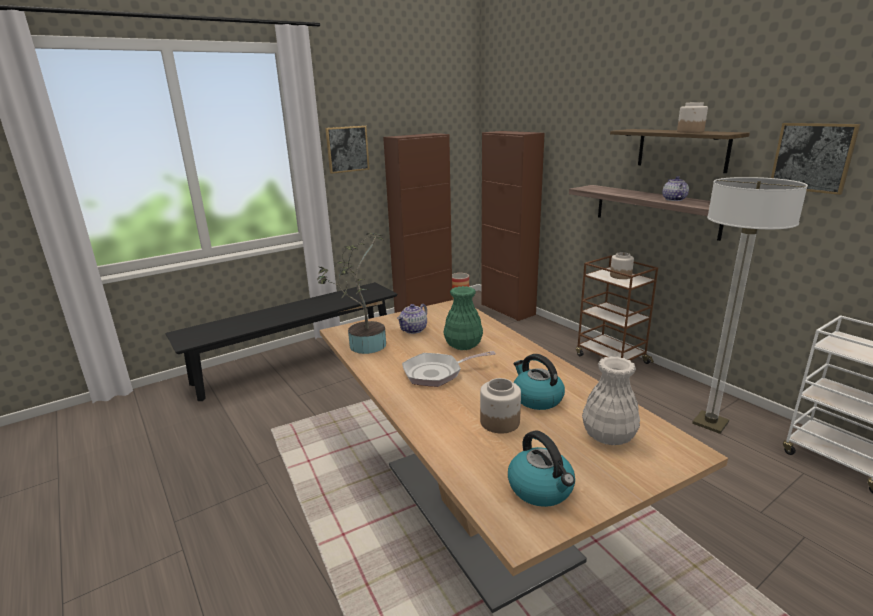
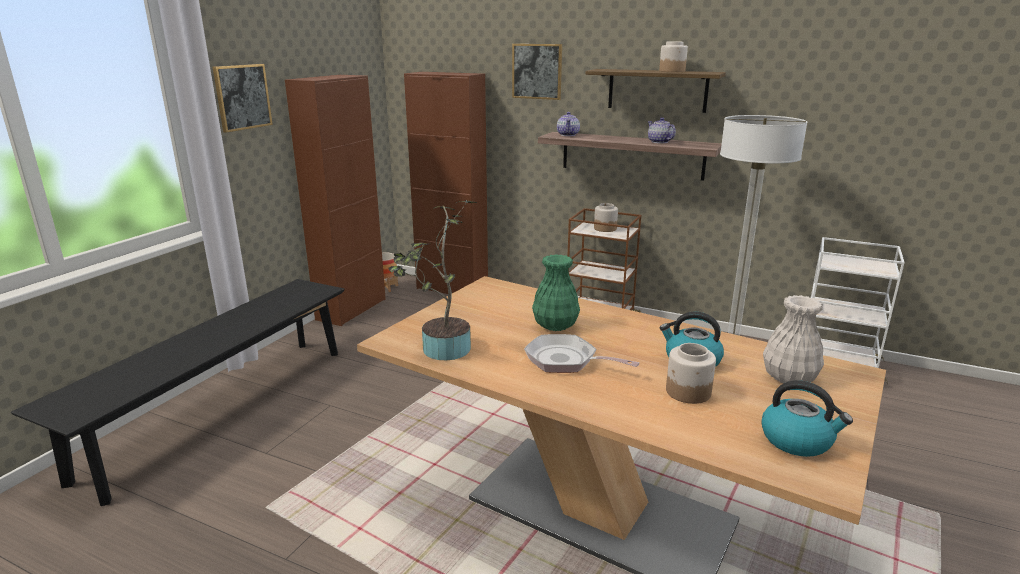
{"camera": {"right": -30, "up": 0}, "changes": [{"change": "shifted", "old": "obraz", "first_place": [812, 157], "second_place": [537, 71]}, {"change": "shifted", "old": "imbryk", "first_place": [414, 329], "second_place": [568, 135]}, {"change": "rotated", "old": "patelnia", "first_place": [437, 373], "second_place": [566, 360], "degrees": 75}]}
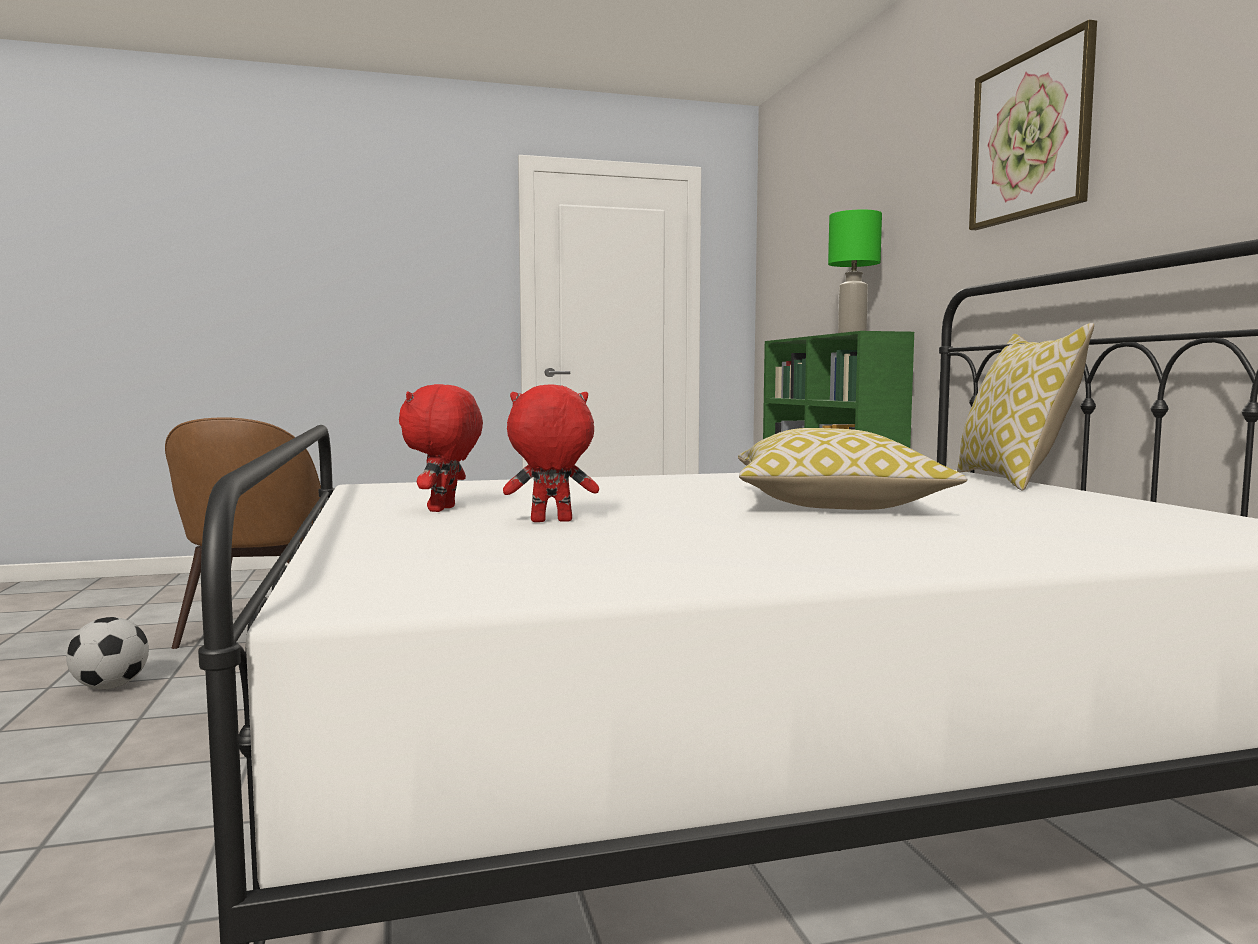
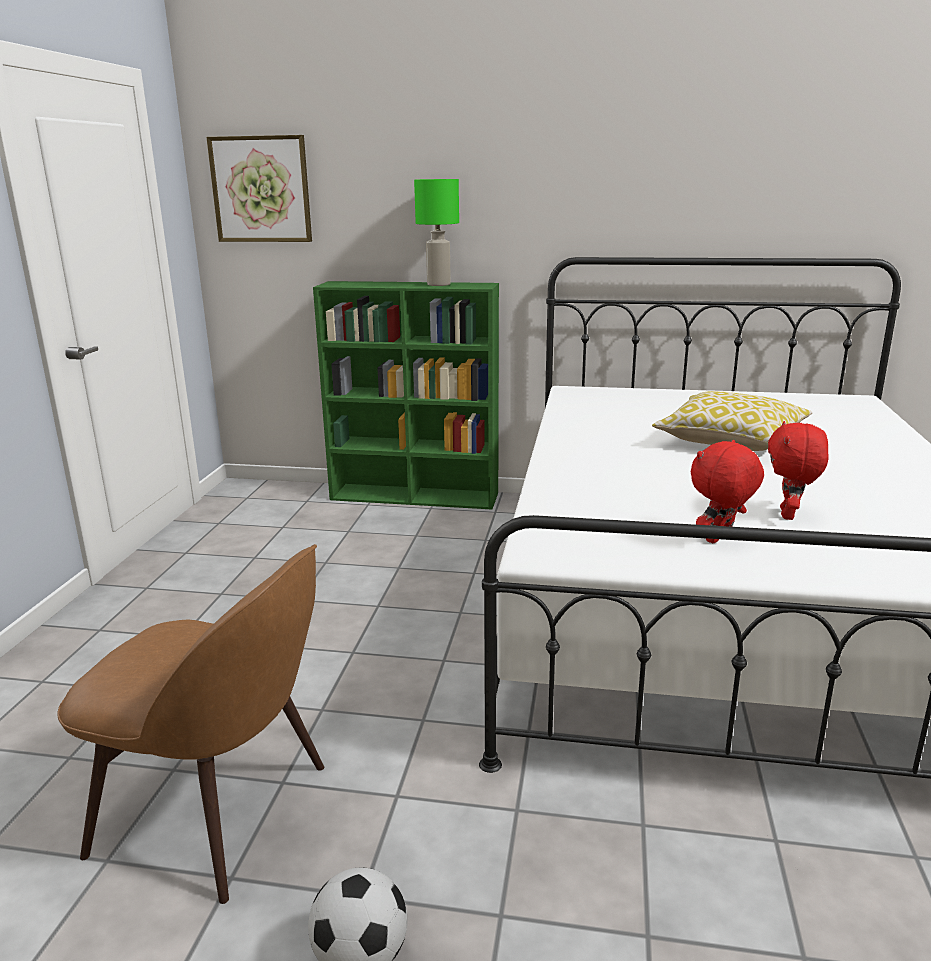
{"camera": {"right": -65, "up": 15}, "changes": [{"change": "shifted", "old": "obraz", "first_place": [1030, 135], "second_place": [261, 189]}, {"change": "gone", "old": "poduszka", "first_place": [1013, 480]}, {"change": "rotated", "old": "pluszak [czerwony]", "first_place": [444, 509], "second_place": [719, 539], "degrees": 105}]}
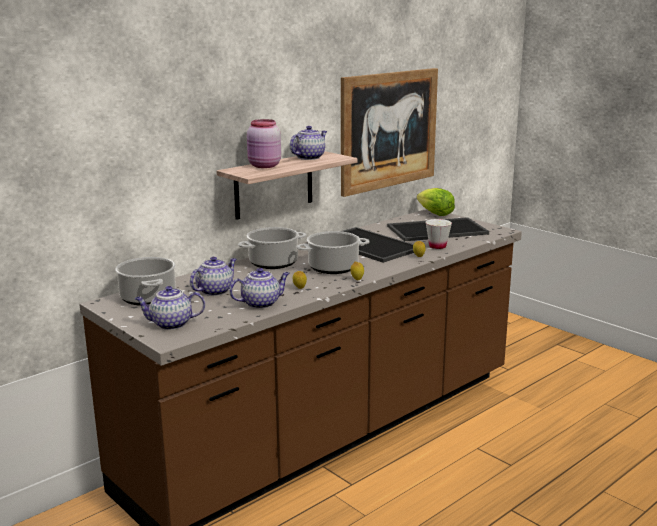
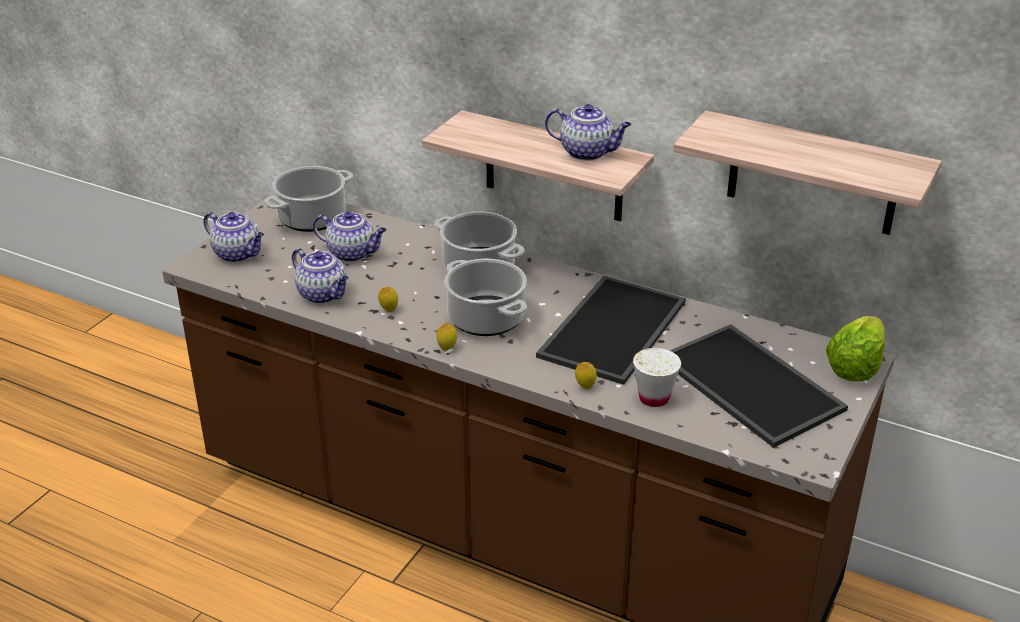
{"camera": {"right": 70, "up": 15}, "changes": [{"change": "swapped", "old": "obraz", "new": "półka", "first_place": [389, 130], "second_place": [812, 174]}, {"change": "gone", "old": "słoik [różowy]", "first_place": [264, 166]}, {"change": "rotated", "old": "imbryk", "first_place": [170, 324], "second_place": [238, 254], "degrees": 150}]}
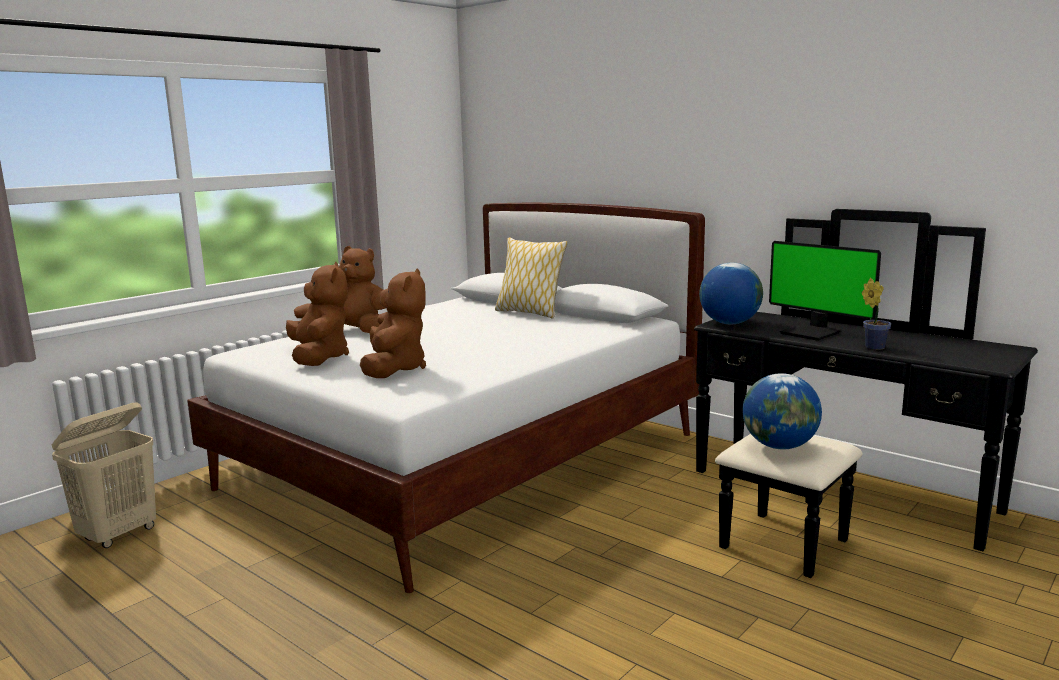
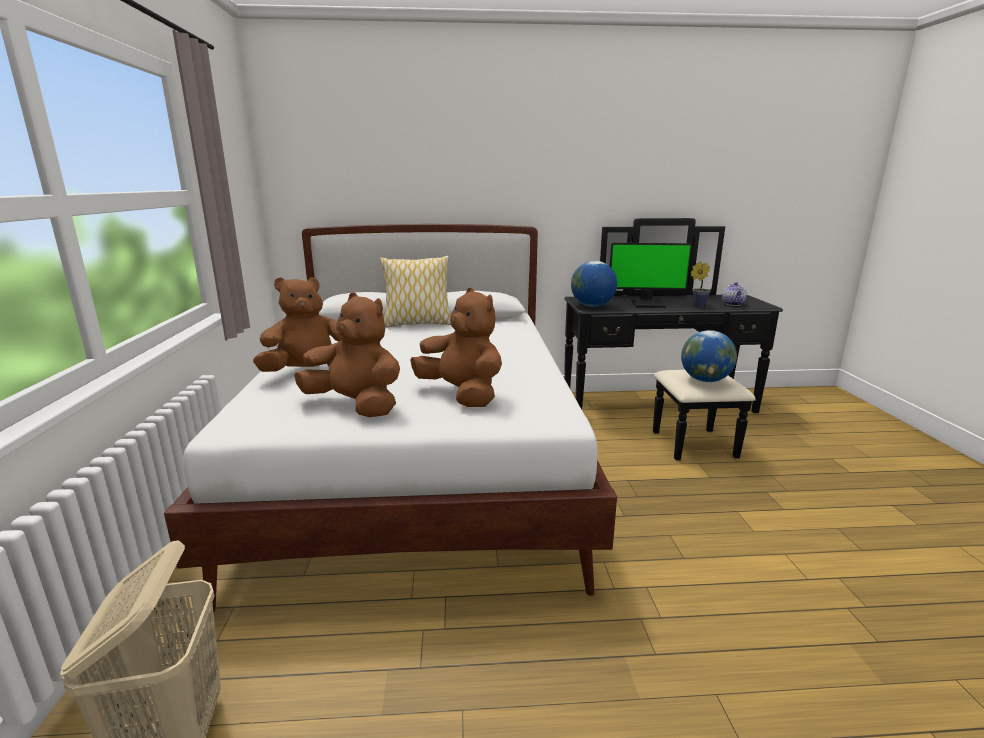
{"camera": {"right": -45, "up": 5}, "changes": [{"change": "new", "new": "imbryk", "second_place": [733, 304]}]}
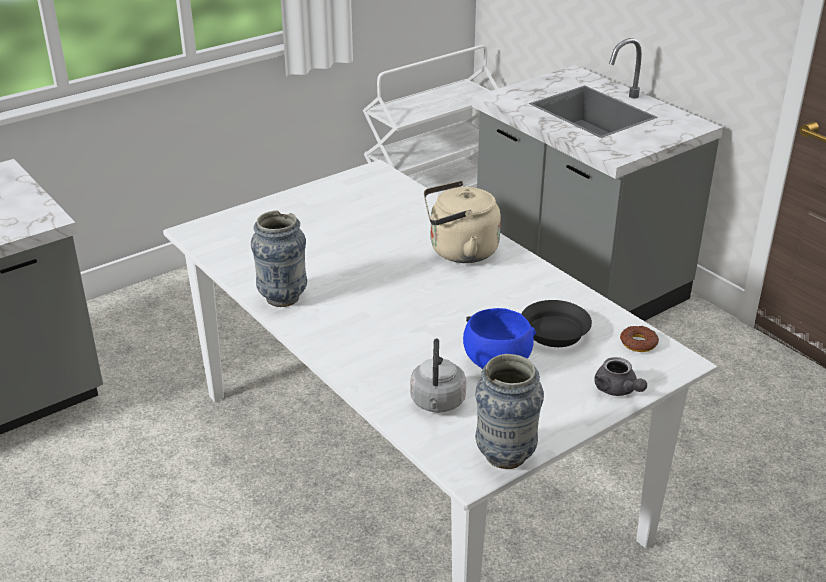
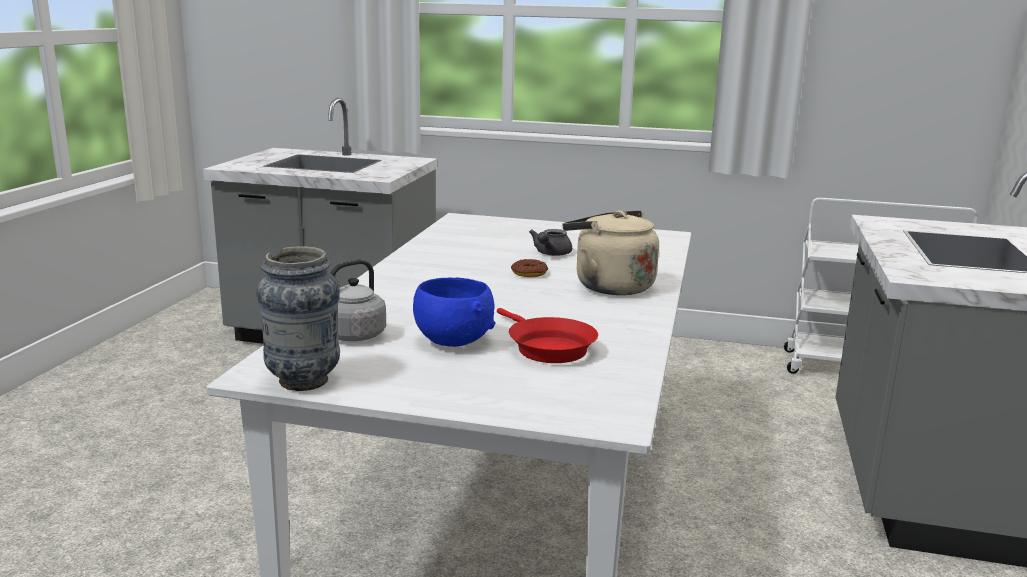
{"camera": {"right": 50, "up": -15}, "changes": [{"change": "gone", "old": "wazon", "first_place": [283, 298]}, {"change": "repainted", "old": "patelnia [czarny]", "new": "patelnia [czerwony]", "first_place": [547, 331], "second_place": [547, 347]}, {"change": "shifted", "old": "donut", "first_place": [638, 343], "second_place": [529, 273]}, {"change": "shifted", "old": "imbryk [szary]", "first_place": [618, 390], "second_place": [550, 254]}]}
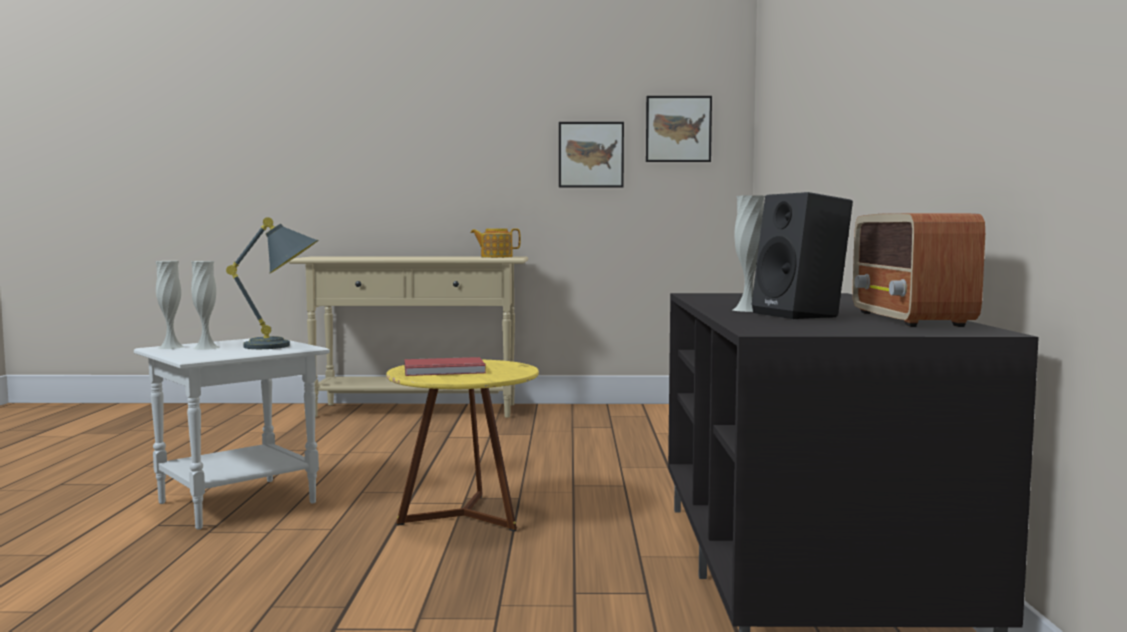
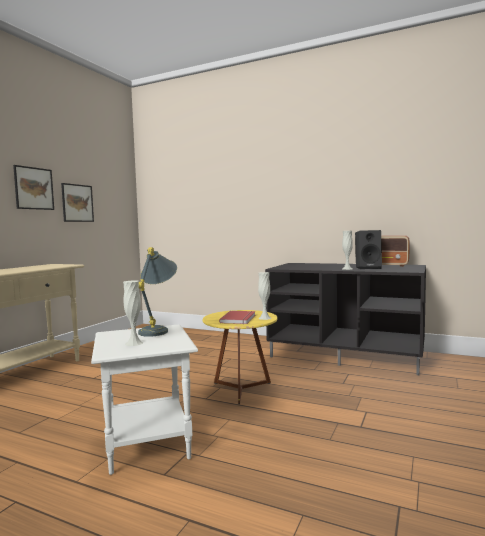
{"camera": {"right": -65, "up": 0}, "changes": [{"change": "shifted", "old": "obraz", "first_place": [678, 129], "second_place": [34, 188]}, {"change": "gone", "old": "imbryk", "first_place": [495, 257]}, {"change": "shifted", "old": "wazon [biały]", "first_place": [171, 347], "second_place": [264, 318]}]}
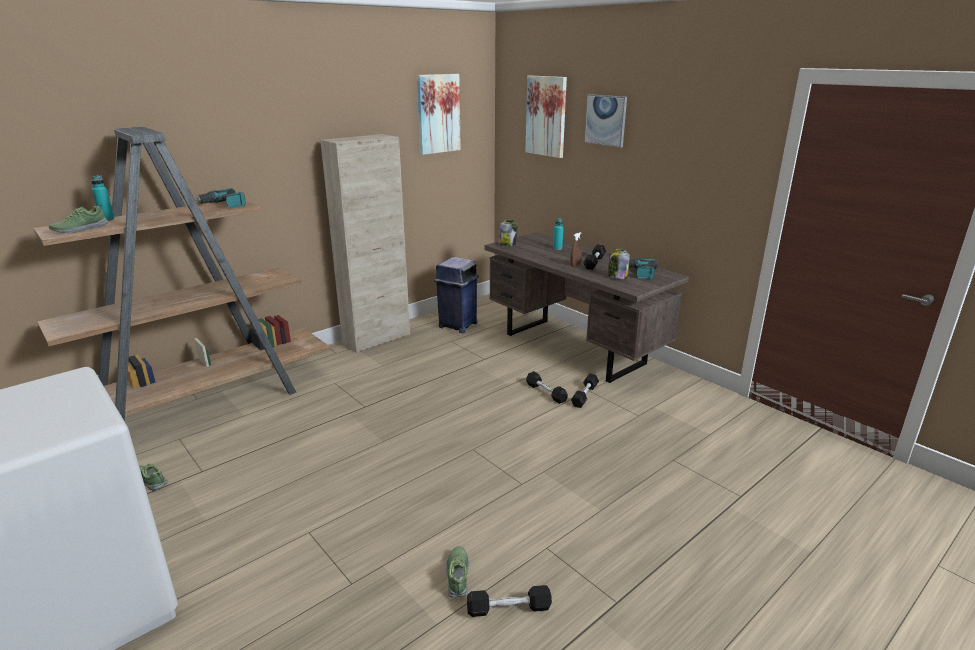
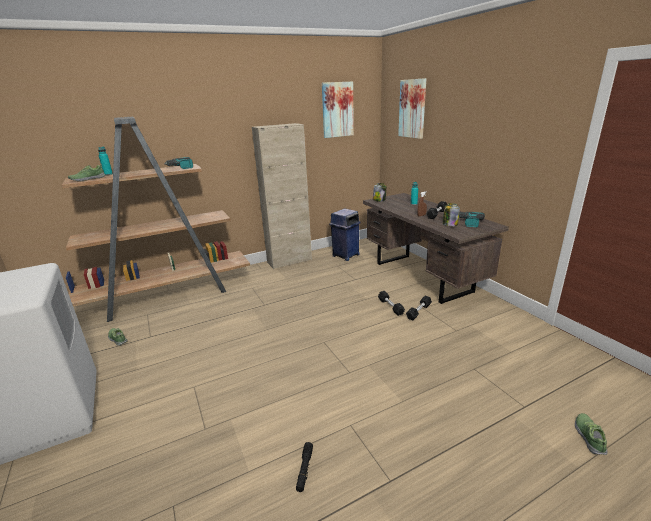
{"camera": {"right": 15, "up": 0}, "changes": [{"change": "gone", "old": "obraz", "first_place": [606, 120]}, {"change": "shifted", "old": "but", "first_place": [458, 576], "second_place": [589, 437]}, {"change": "swapped", "old": "hantel [czarny]", "new": "latarka [czarny]", "first_place": [508, 608], "second_place": [304, 469]}]}
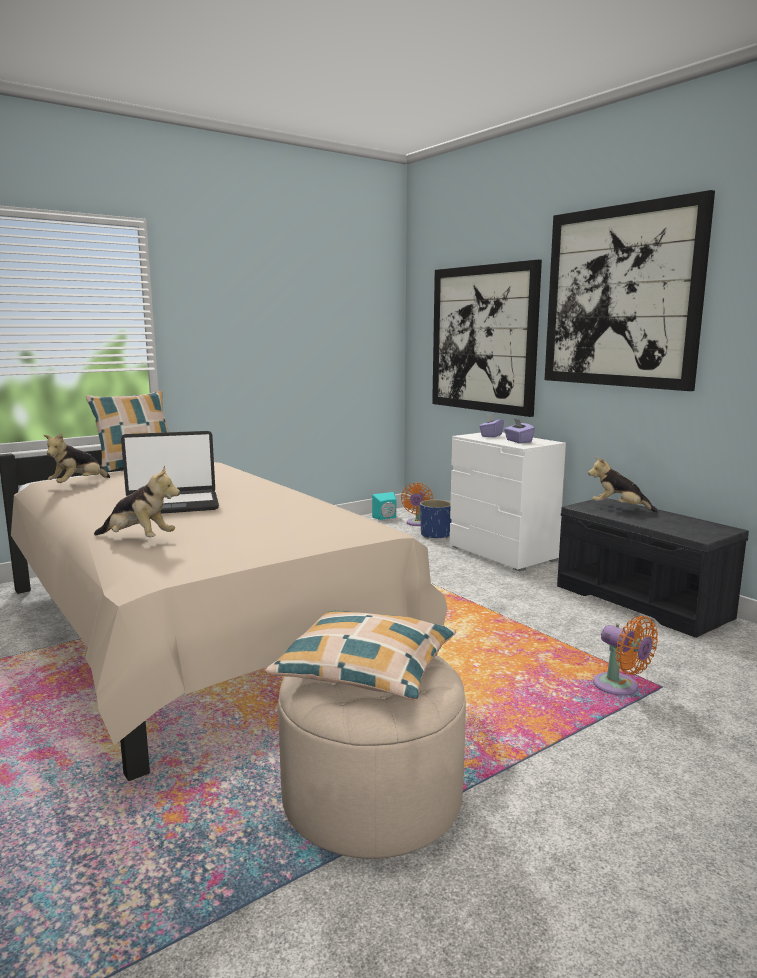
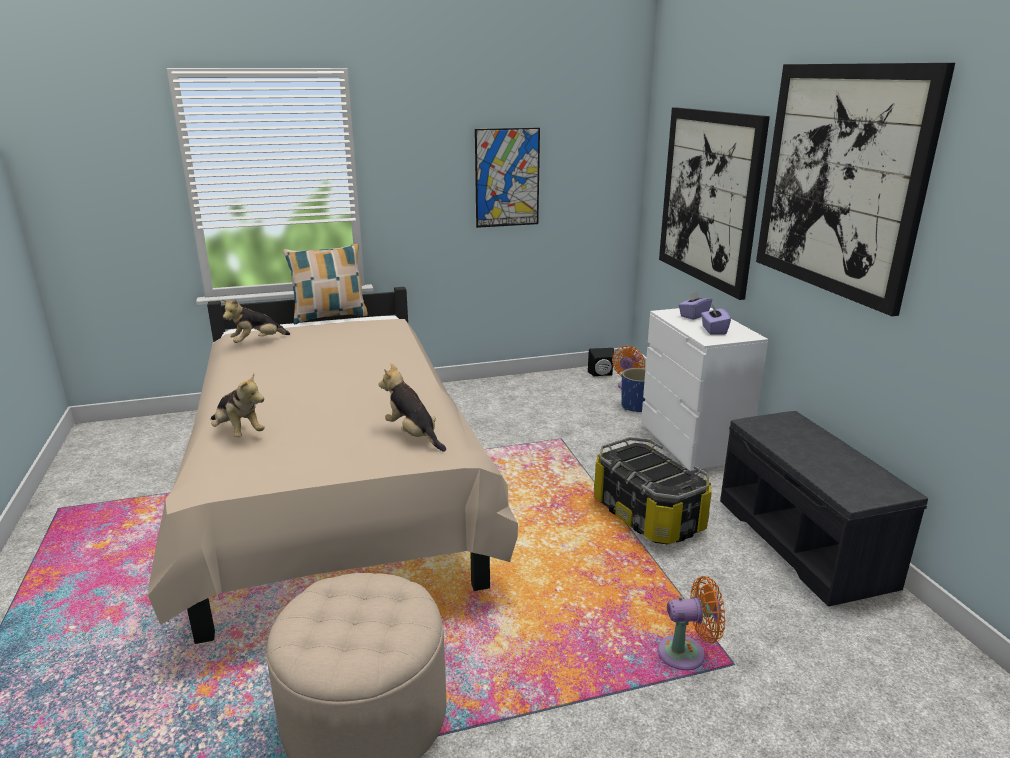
{"camera": {"right": 20, "up": 10}, "changes": [{"change": "gone", "old": "laptop", "first_place": [171, 505]}, {"change": "shifted", "old": "pluszak", "first_place": [619, 508], "second_place": [413, 435]}, {"change": "repainted", "old": "głośnik [turkusowy]", "new": "głośnik [czarny]", "first_place": [386, 518], "second_place": [601, 374]}, {"change": "gone", "old": "poduszka", "first_place": [366, 669]}, {"change": "rotated", "old": "wentylator [pomarańczowy]", "first_place": [620, 687], "second_place": [686, 653], "degrees": -75}, {"change": "new", "new": "obraz", "second_place": [507, 178]}, {"change": "new", "new": "pojemnik do przechowywania", "second_place": [648, 515]}]}
